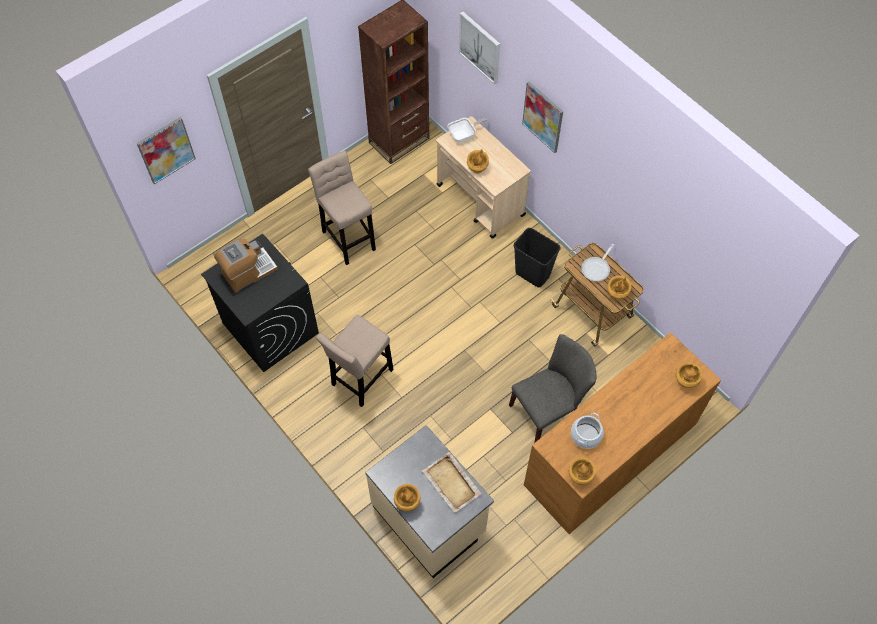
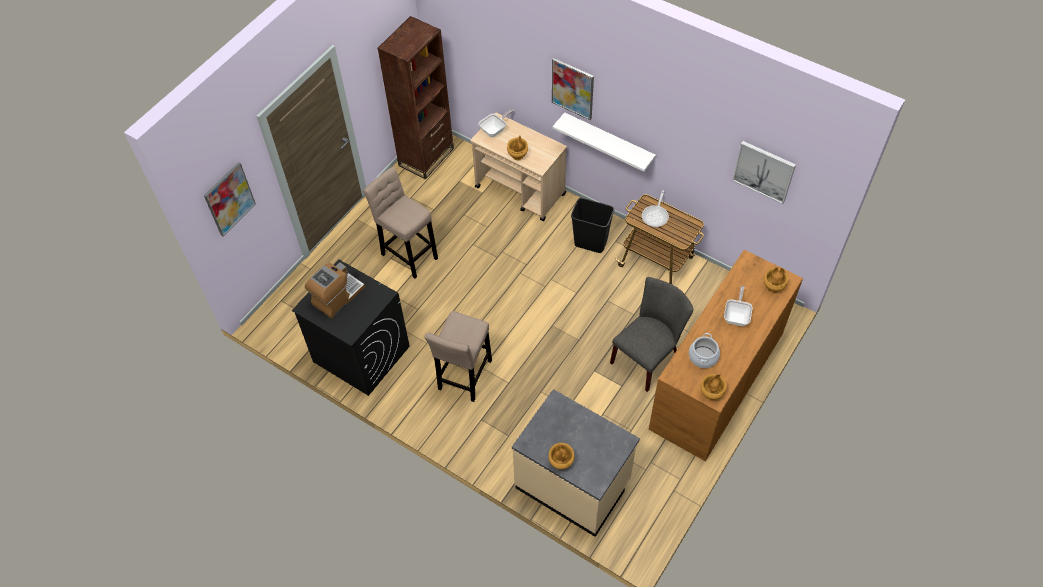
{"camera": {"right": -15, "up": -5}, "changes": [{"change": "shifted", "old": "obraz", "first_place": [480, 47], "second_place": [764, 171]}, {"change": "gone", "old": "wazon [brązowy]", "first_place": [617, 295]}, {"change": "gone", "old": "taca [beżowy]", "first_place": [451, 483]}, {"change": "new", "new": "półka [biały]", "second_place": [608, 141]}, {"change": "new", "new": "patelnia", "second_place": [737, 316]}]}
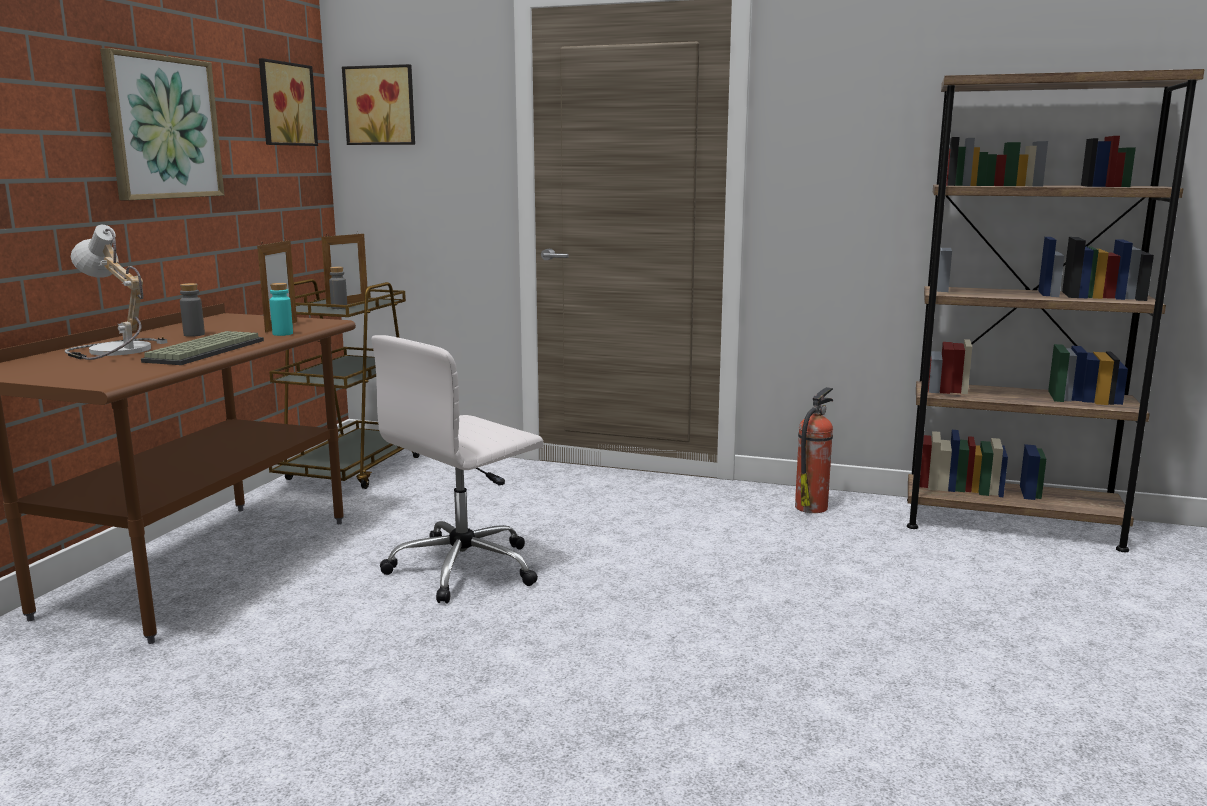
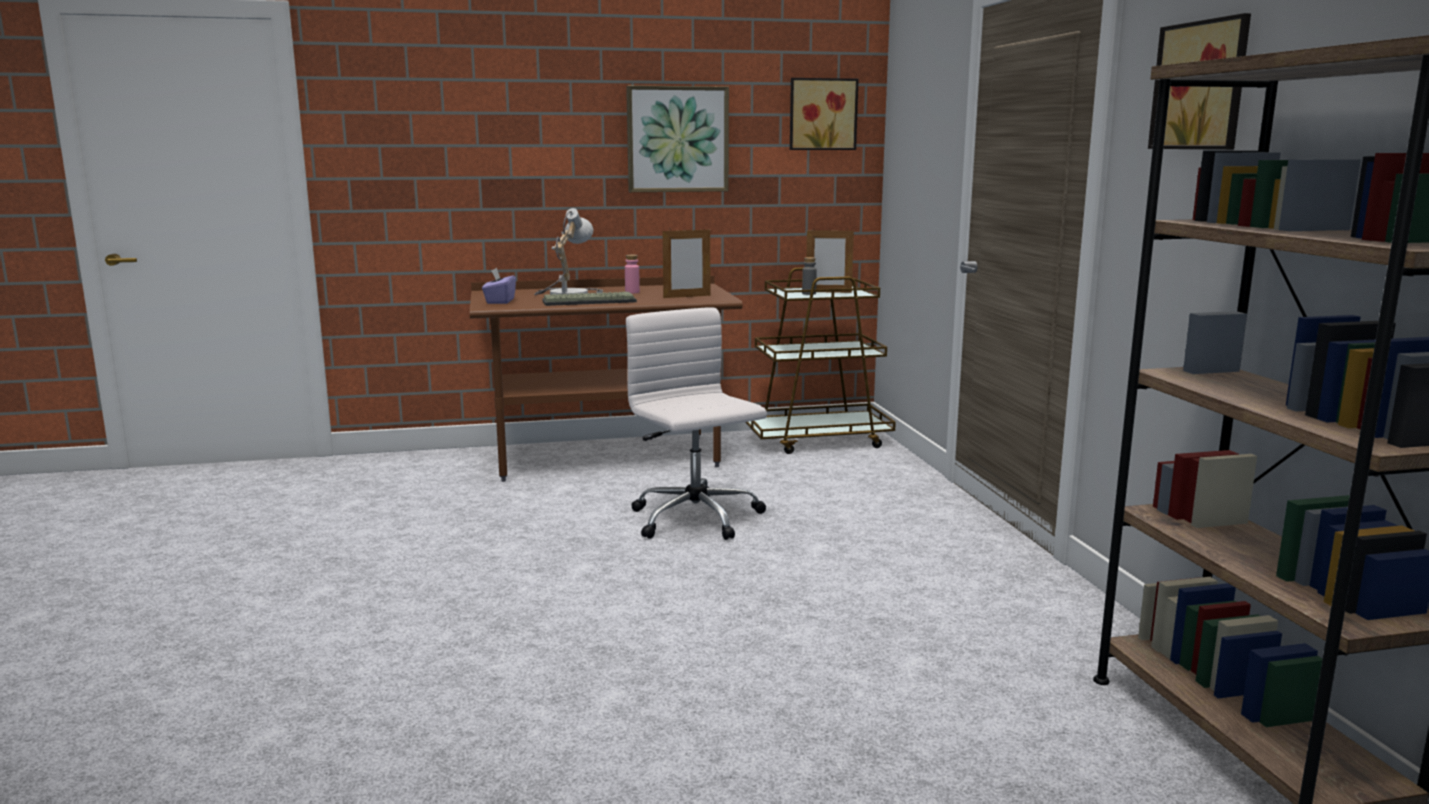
{"camera": {"right": 60, "up": 0}, "changes": [{"change": "shifted", "old": "obraz", "first_place": [381, 105], "second_place": [1203, 86]}, {"change": "repainted", "old": "butelka [szary]", "new": "butelka [różowy]", "first_place": [194, 334], "second_place": [632, 292]}, {"change": "gone", "old": "butelka [turkusowy]", "first_place": [282, 334]}, {"change": "rotated", "old": "krzesło biurowe [biały]", "first_place": [466, 568], "second_place": [696, 519], "degrees": 45}, {"change": "gone", "old": "gaśnica", "first_place": [812, 507]}, {"change": "new", "new": "pudełko chusteczek [fioletowy]", "second_place": [499, 301]}]}
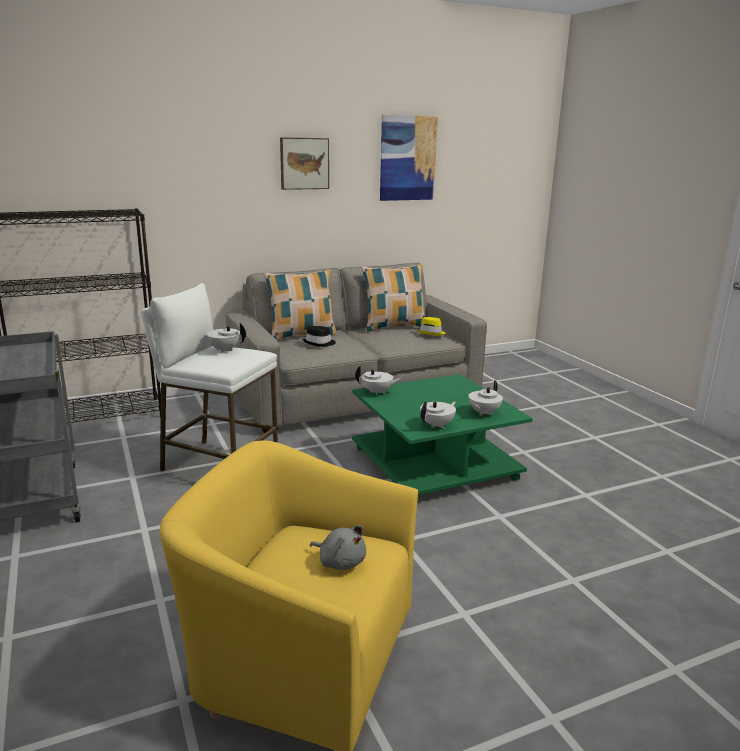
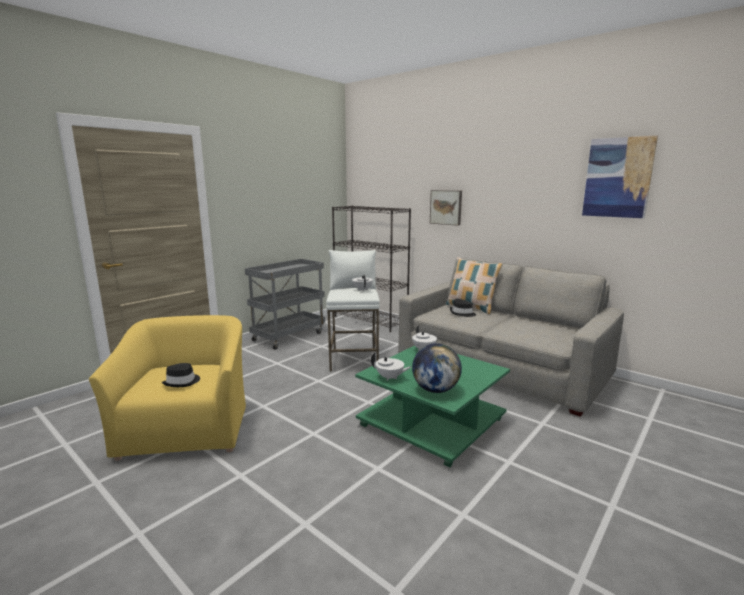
{"camera": {"right": 65, "up": -5}, "changes": [{"change": "shifted", "old": "obraz", "first_place": [304, 163], "second_place": [446, 207]}, {"change": "gone", "old": "poduszka", "first_place": [394, 326]}, {"change": "gone", "old": "kapelusz [żółty]", "first_place": [431, 333]}, {"change": "swapped", "old": "imbryk [biały]", "new": "globus", "first_place": [483, 413], "second_place": [435, 390]}, {"change": "swapped", "old": "pluszak [szary]", "new": "kapelusz [czarny]", "first_place": [340, 562], "second_place": [182, 382]}]}
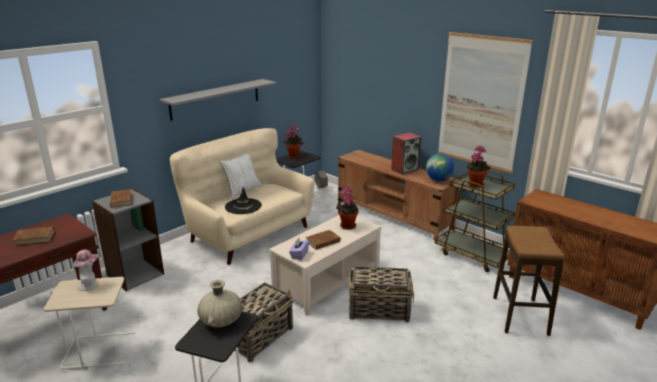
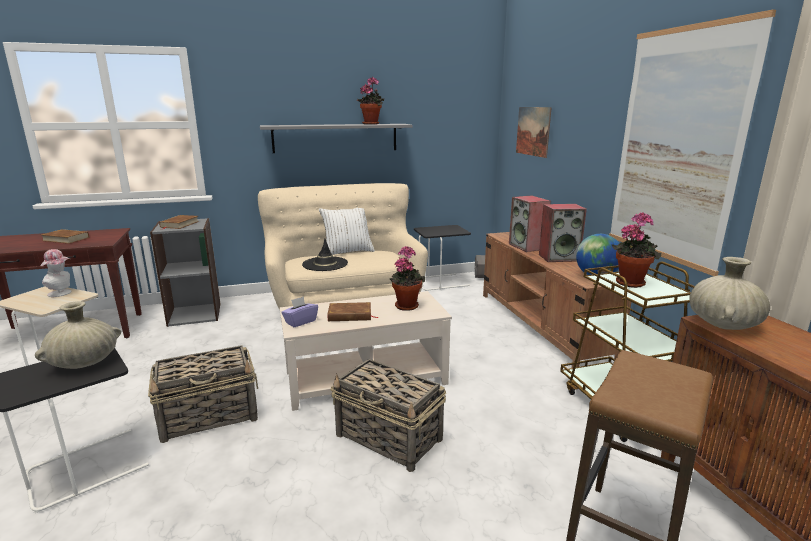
{"camera": {"right": 30, "up": -5}, "changes": [{"change": "shifted", "old": "roślina doniczkowa", "first_place": [294, 156], "second_place": [372, 124]}, {"change": "new", "new": "obraz", "second_place": [533, 131]}, {"change": "new", "new": "głośnik", "second_place": [527, 246]}, {"change": "new", "new": "wazon [beżowy]", "second_place": [722, 324]}]}
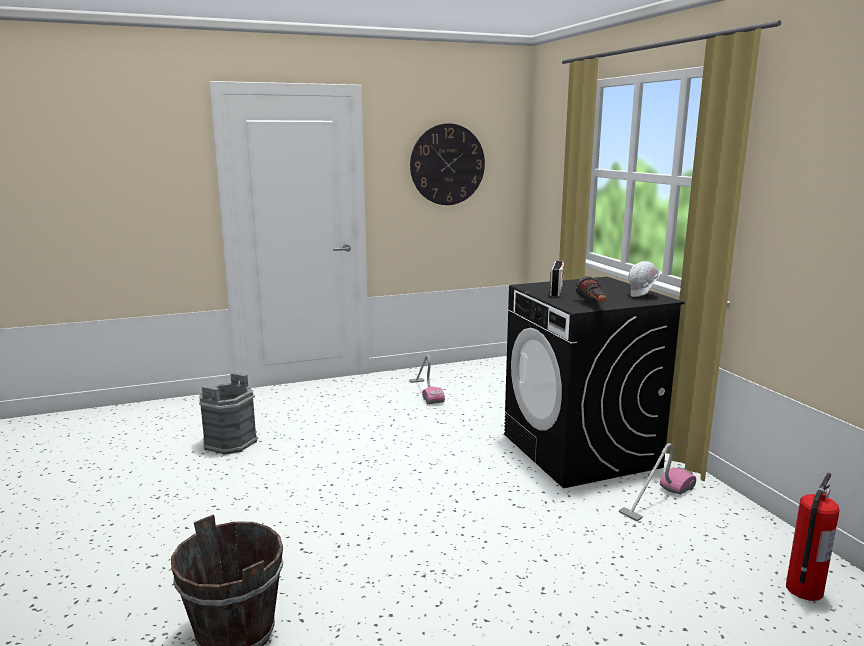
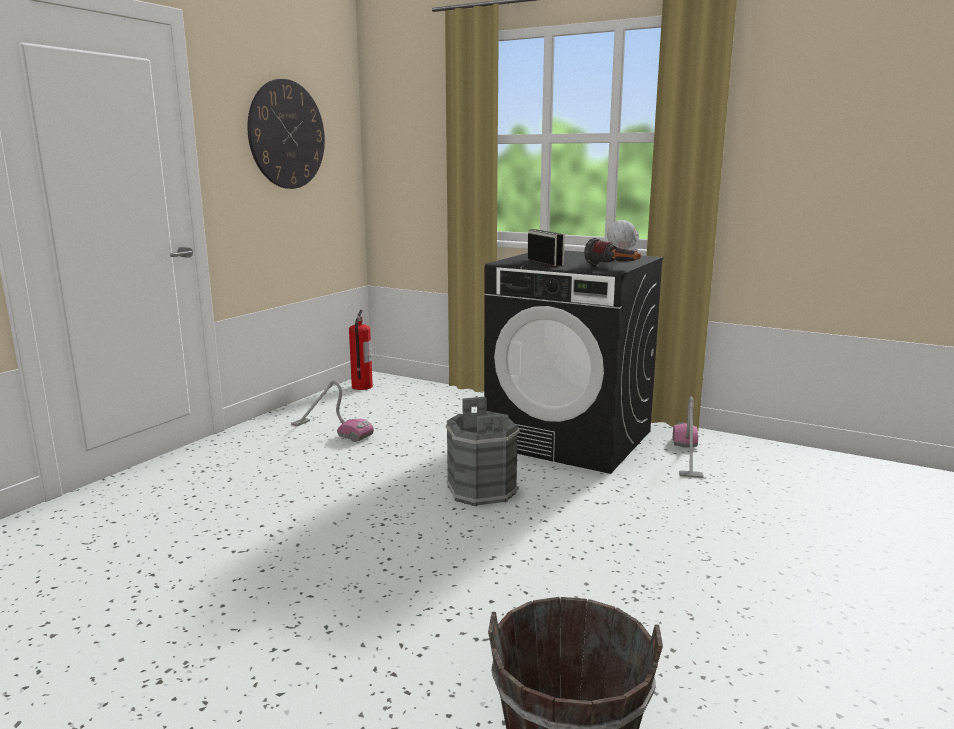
{"camera": {"right": -40, "up": 0}, "changes": [{"change": "shifted", "old": "wiadro [szary]", "first_place": [230, 442], "second_place": [482, 490]}, {"change": "shifted", "old": "gaśnica", "first_place": [804, 590], "second_place": [362, 387]}]}
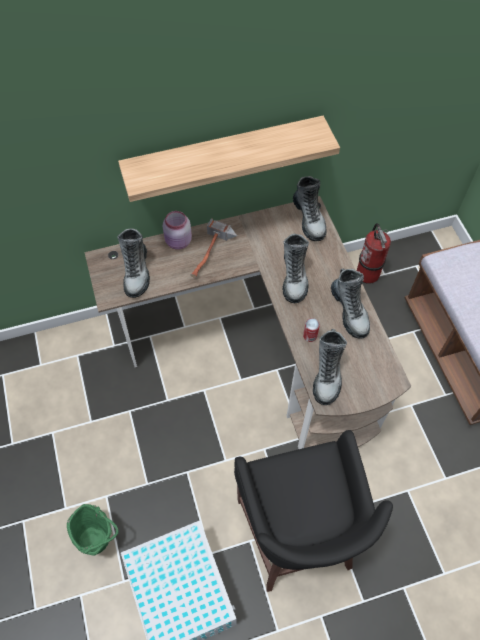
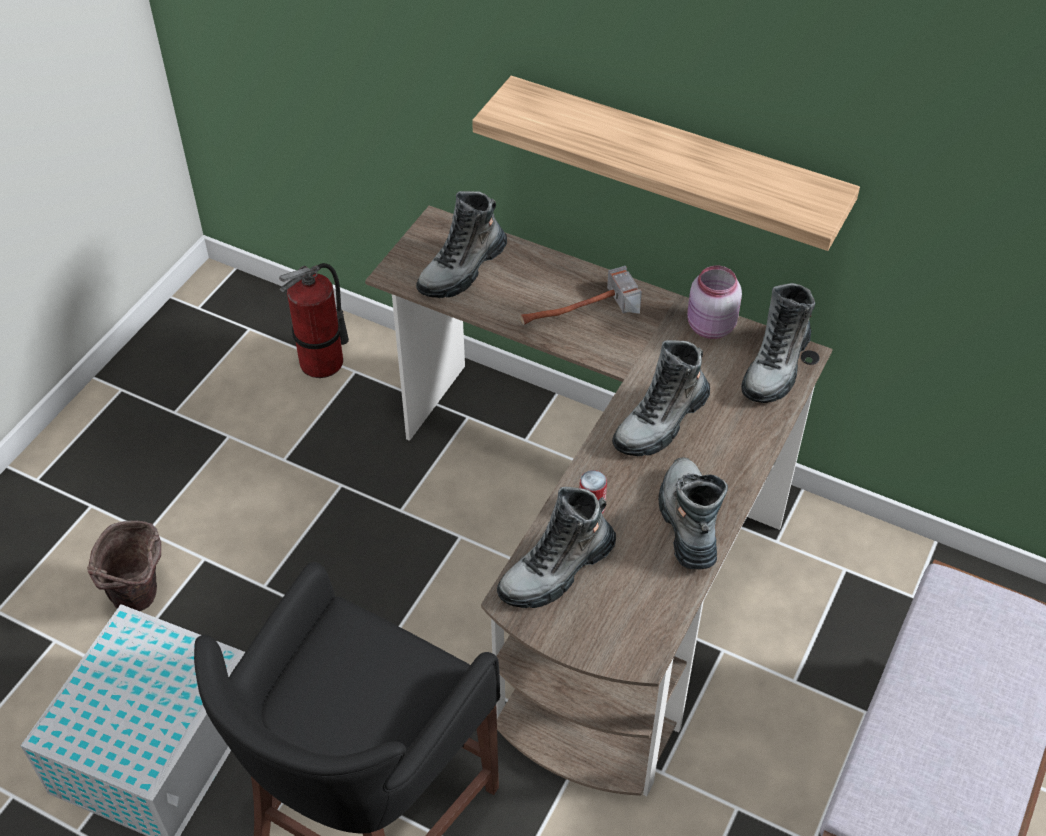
{"camera": {"right": 45, "up": -10}, "changes": [{"change": "shifted", "old": "słoik [różowy]", "first_place": [178, 242], "second_place": [709, 327]}, {"change": "shifted", "old": "gaśnica", "first_place": [368, 273], "second_place": [322, 362]}, {"change": "rotated", "old": "but z cholewką", "first_place": [349, 311], "second_place": [688, 522], "degrees": 150}, {"change": "repainted", "old": "wiadro [zielony]", "new": "wiadro [brązowy]", "first_place": [100, 539], "second_place": [142, 600]}]}
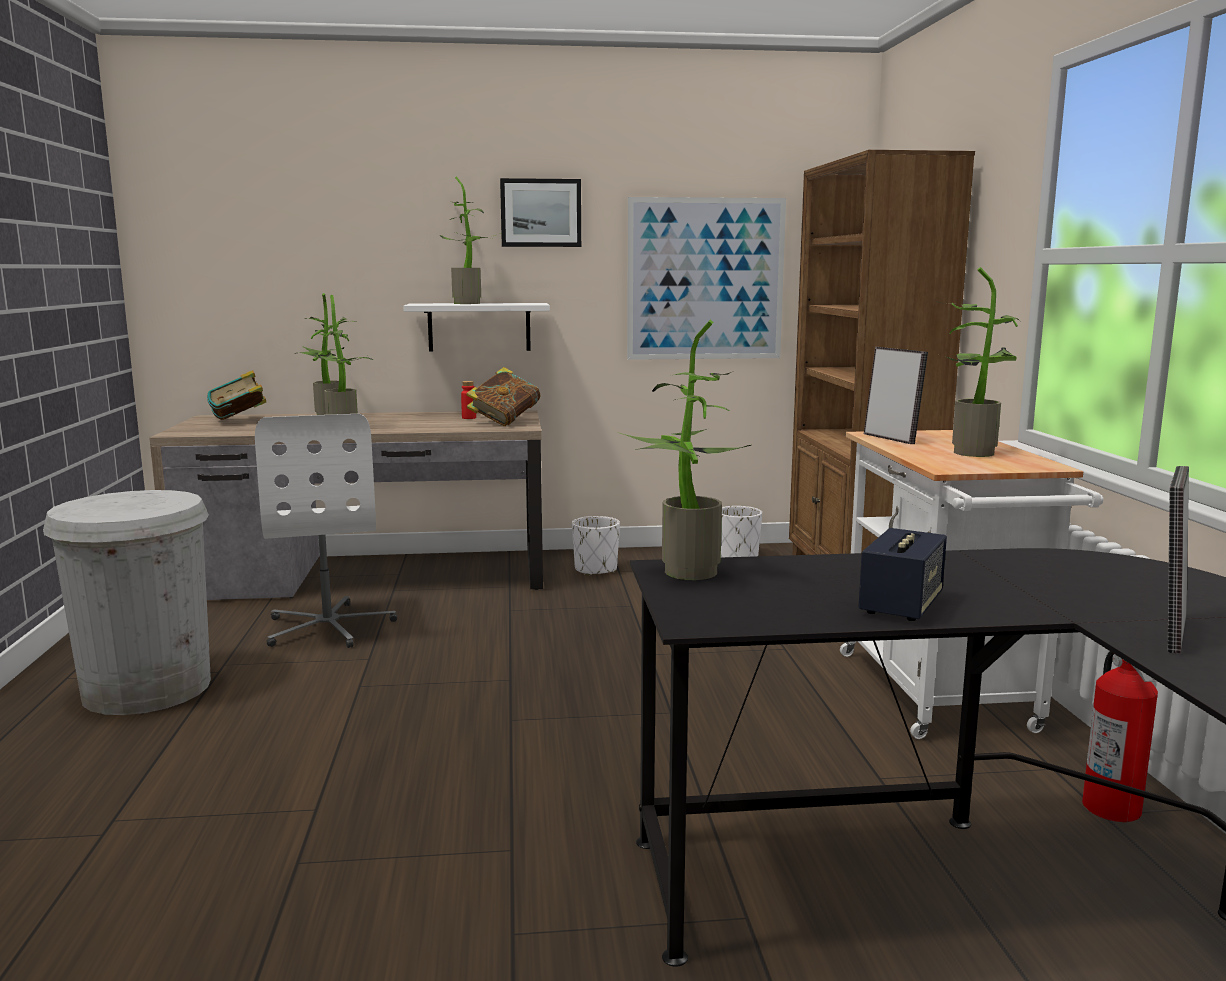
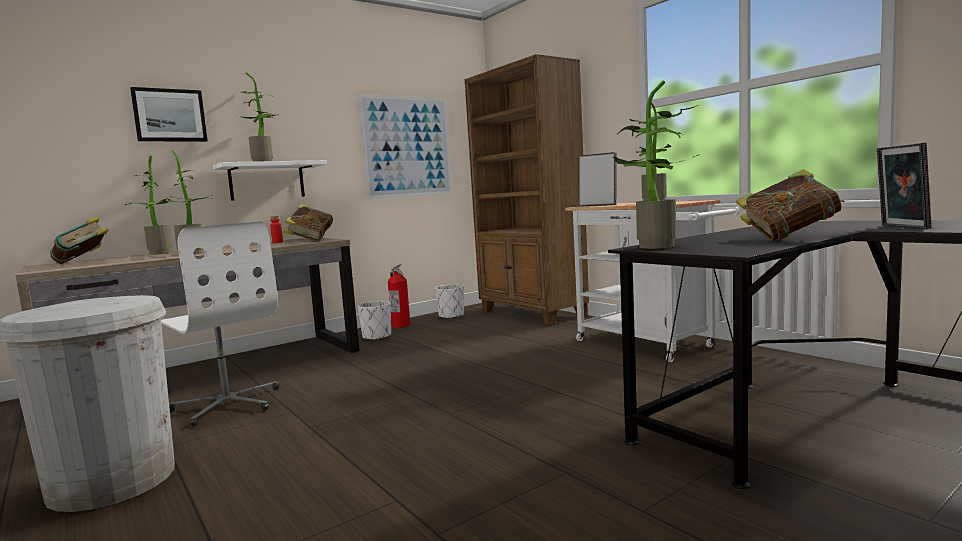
{"camera": {"right": -30, "up": -5}, "changes": [{"change": "shifted", "old": "obraz", "first_place": [541, 213], "second_place": [169, 115]}, {"change": "swapped", "old": "głośnik", "new": "książka", "first_place": [901, 605], "second_place": [788, 237]}, {"change": "shifted", "old": "gaśnica", "first_place": [1111, 808], "second_place": [401, 325]}]}
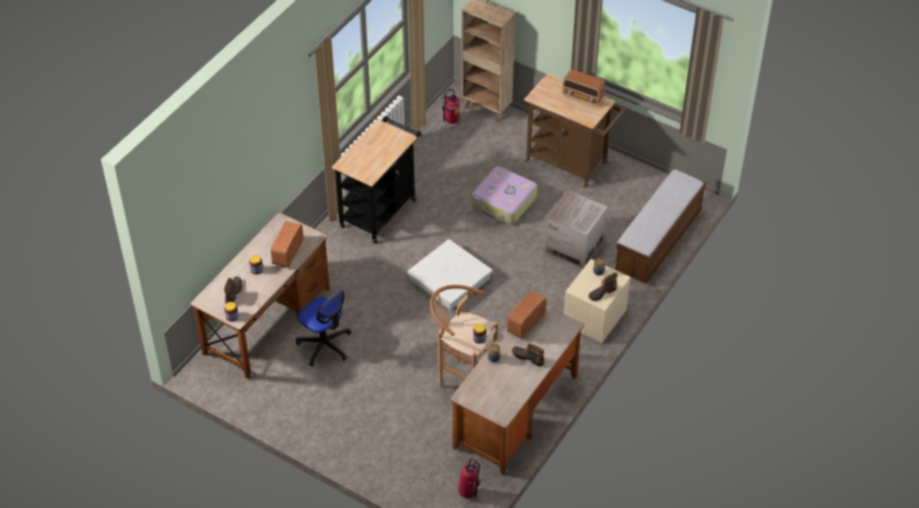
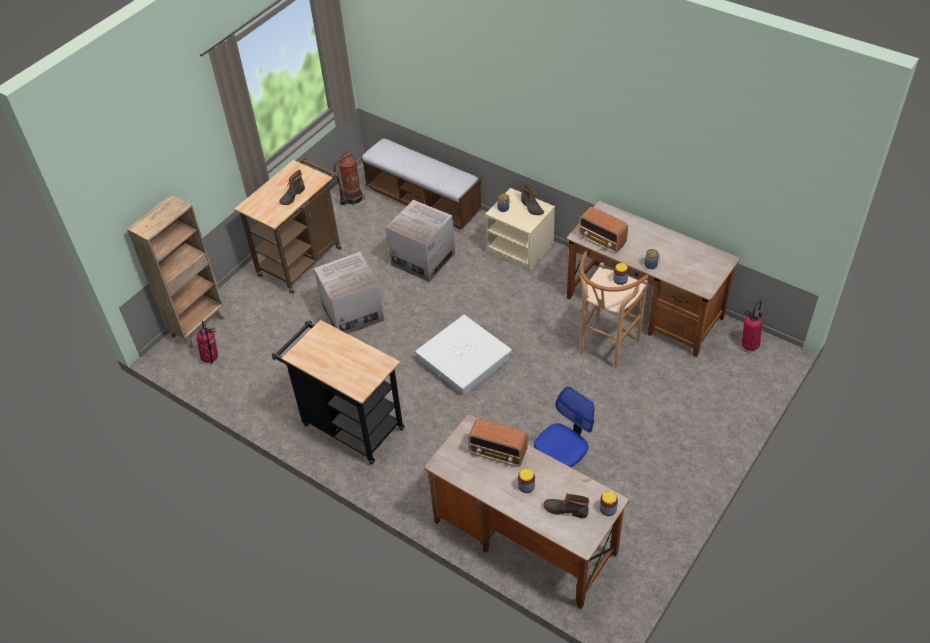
{"camera": {"right": -85, "up": 0}, "changes": [{"change": "gone", "old": "radio", "first_place": [583, 97]}, {"change": "swapped", "old": "walizka", "new": "karton", "first_place": [504, 202], "second_place": [352, 313]}, {"change": "shifted", "old": "but z cholewką", "first_place": [528, 357], "second_place": [292, 196]}, {"change": "new", "new": "gaśnica", "second_place": [351, 198]}]}
